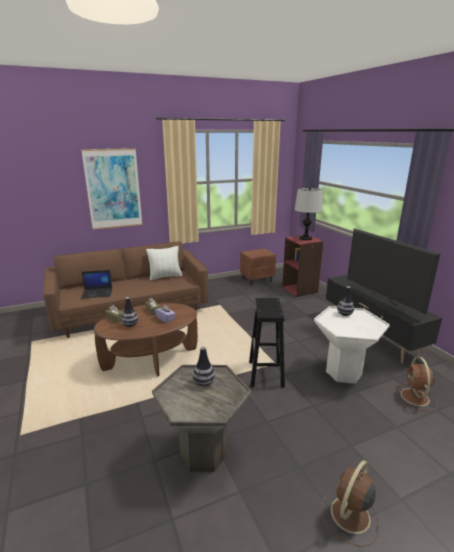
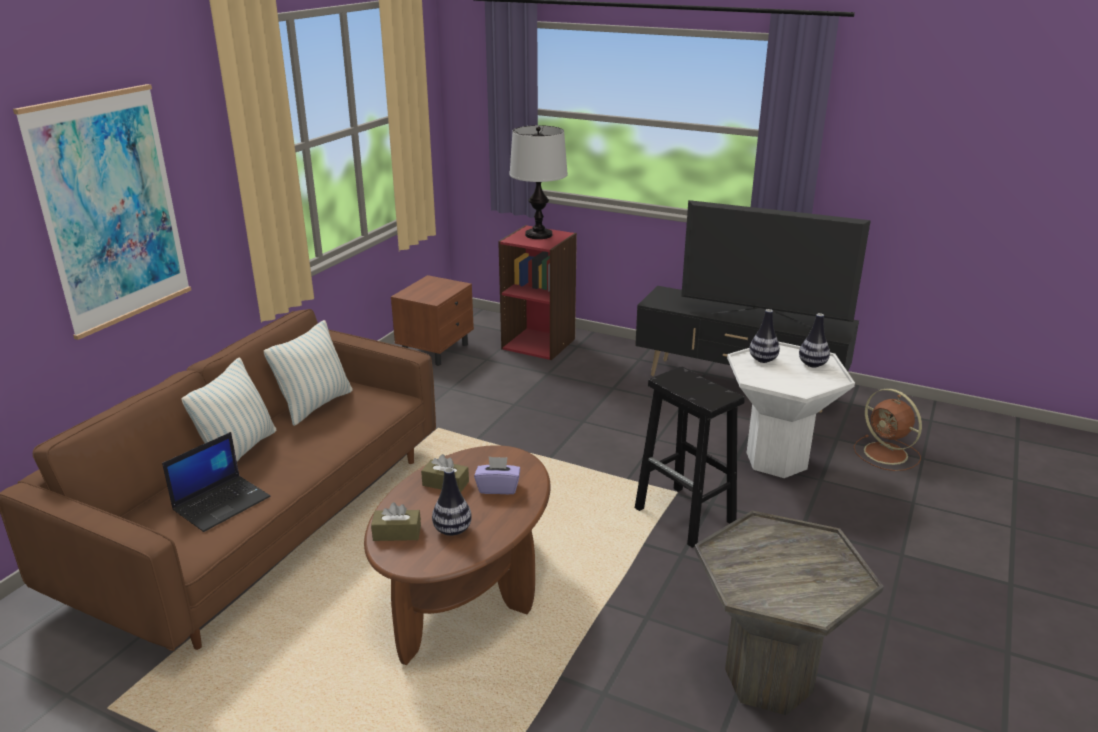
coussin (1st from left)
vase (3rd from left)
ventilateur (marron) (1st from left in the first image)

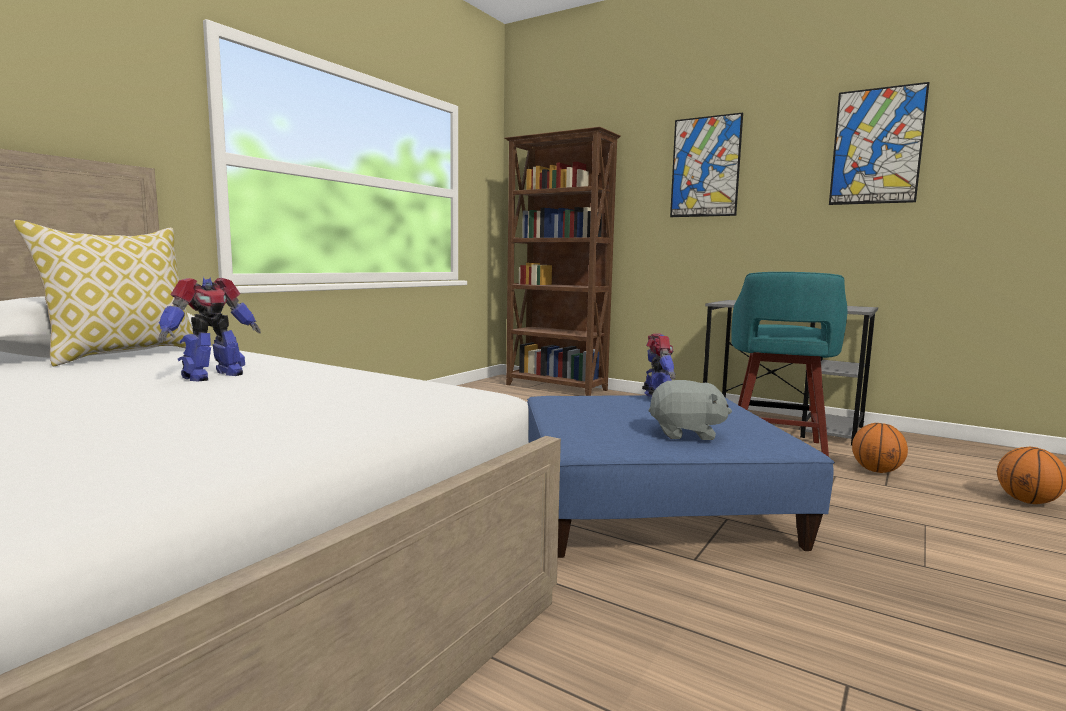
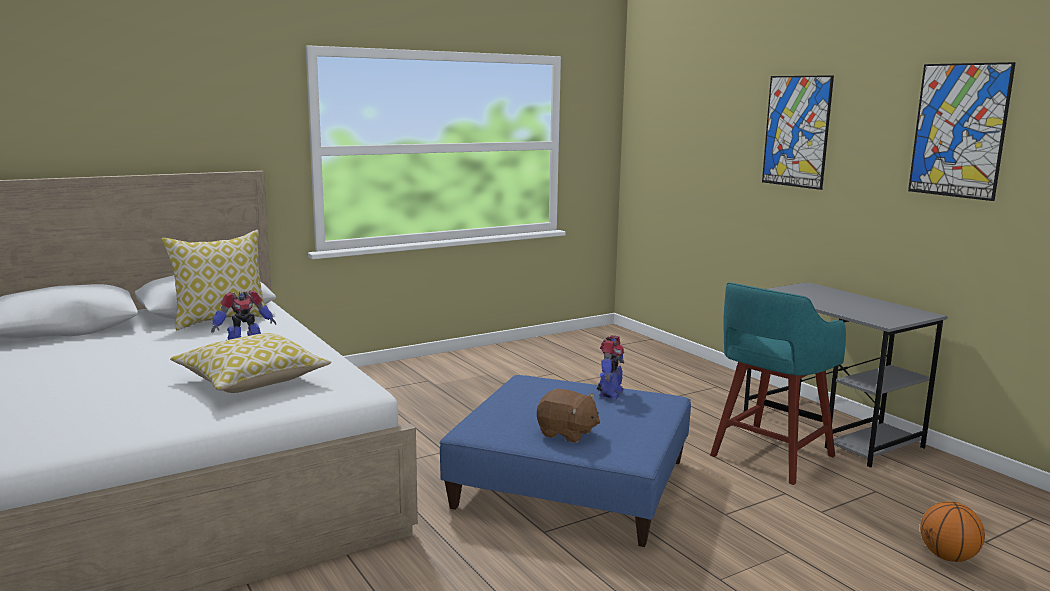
coussin (2nd from left)
peluche (marron)
bibliothèque (marron)
ballon de basket (1st from left in the first image)

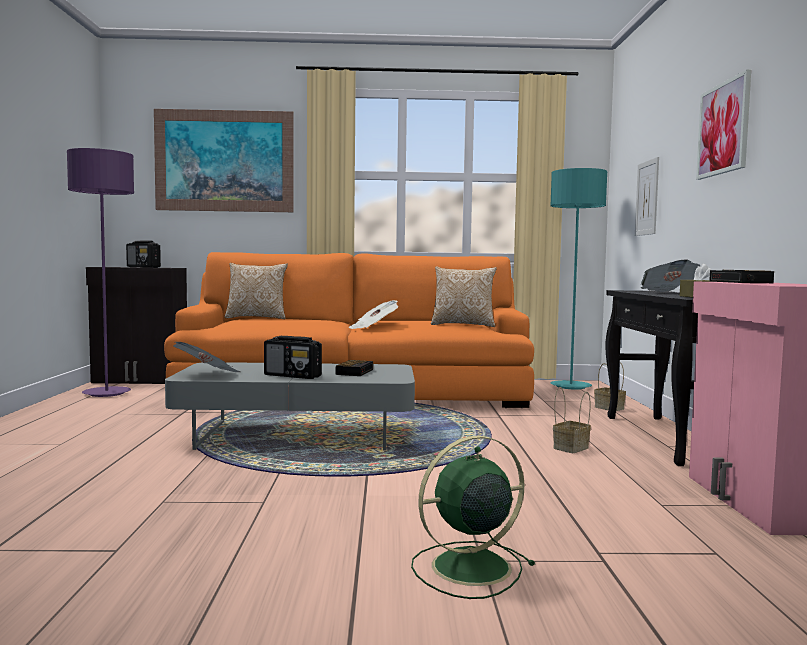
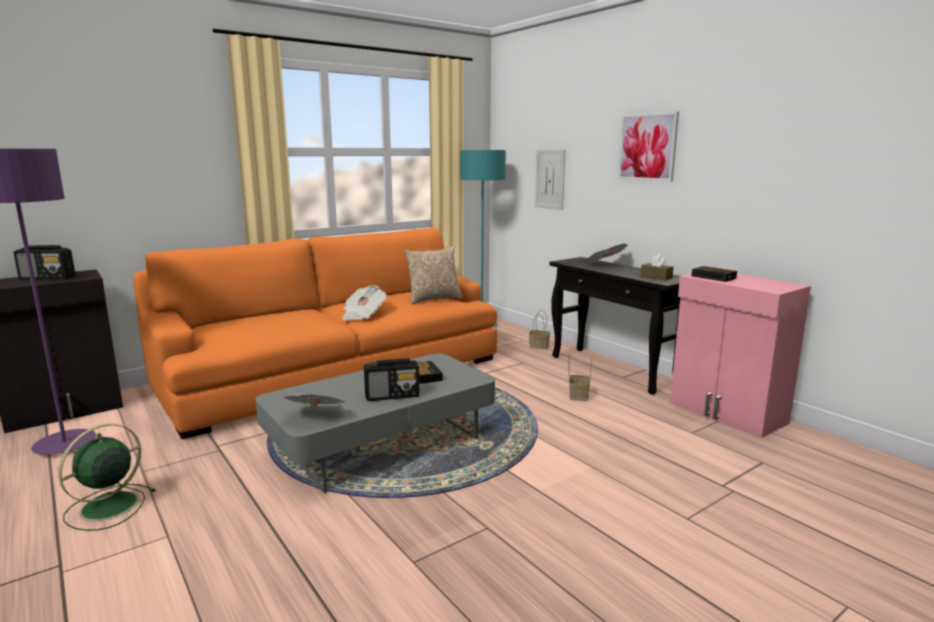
ventilateur (vert)
tableau (1st from left in the first image)
coussin (1st from left in the first image)

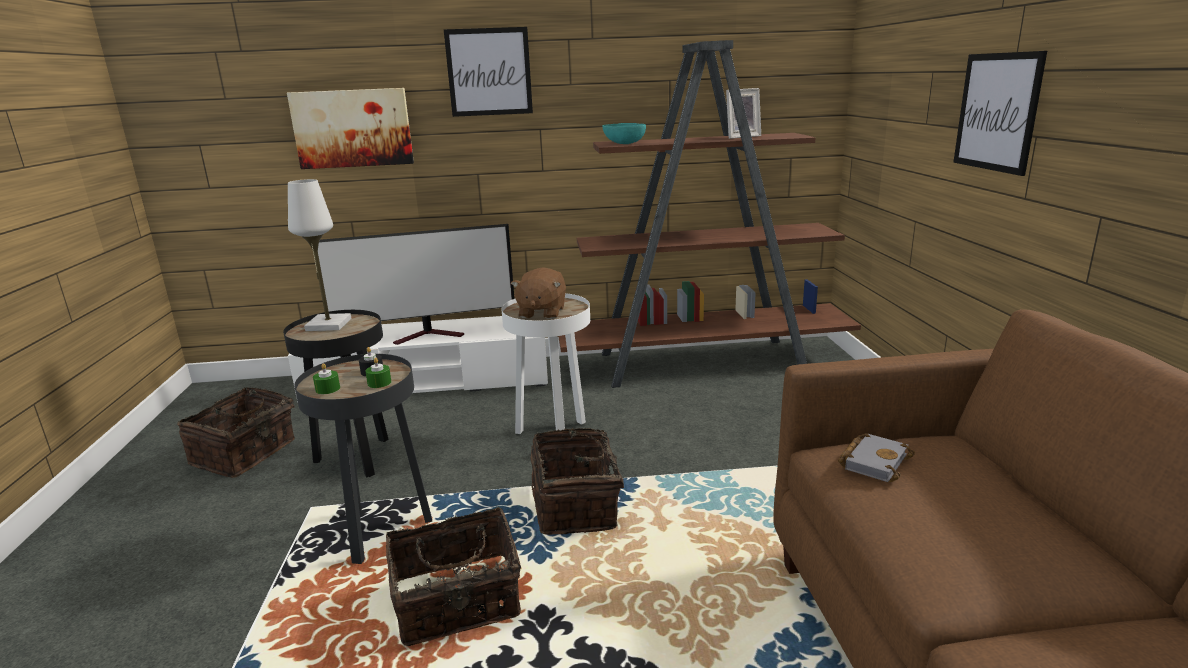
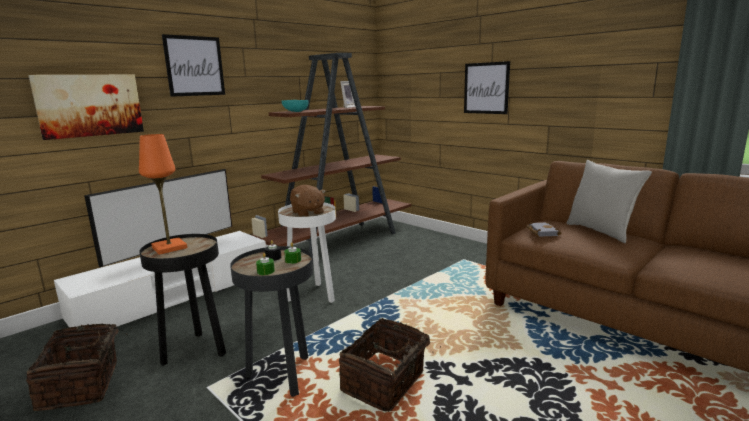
lampe de table (orange)
coussin (gris)
panier (3rd from left in the first image)

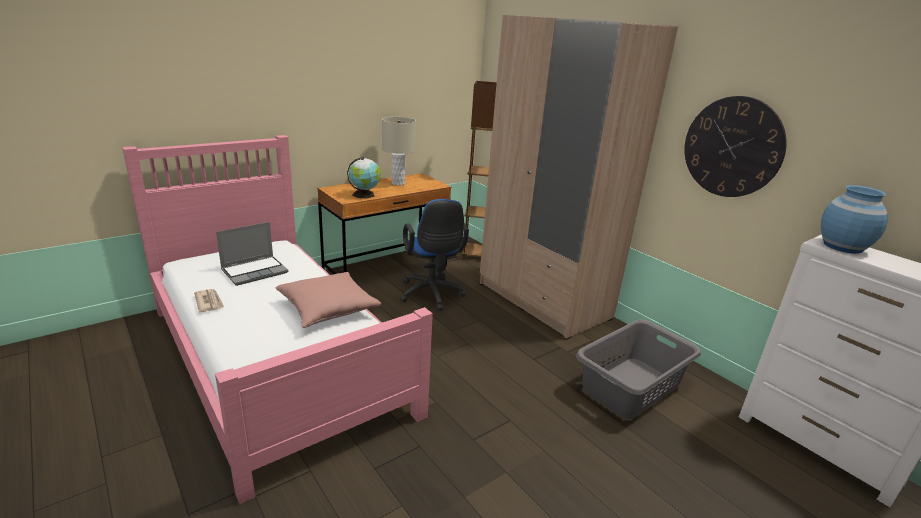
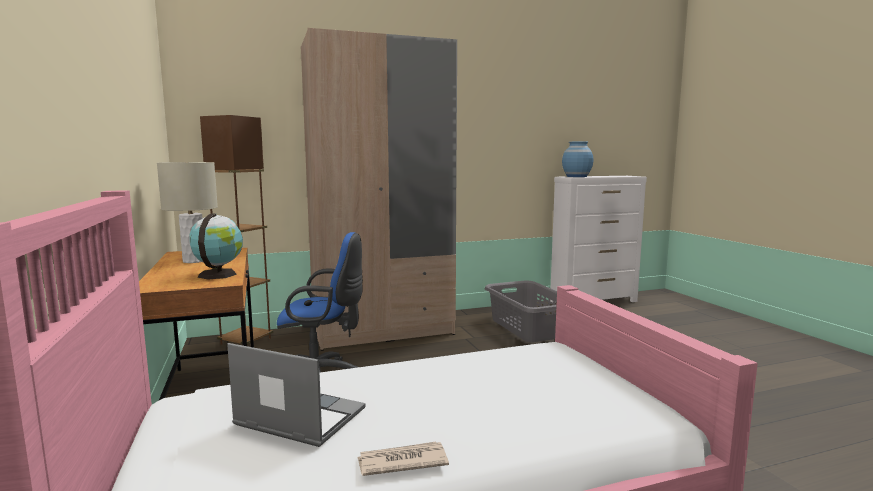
ordinateur portable
coussin (rose)
horloge murale

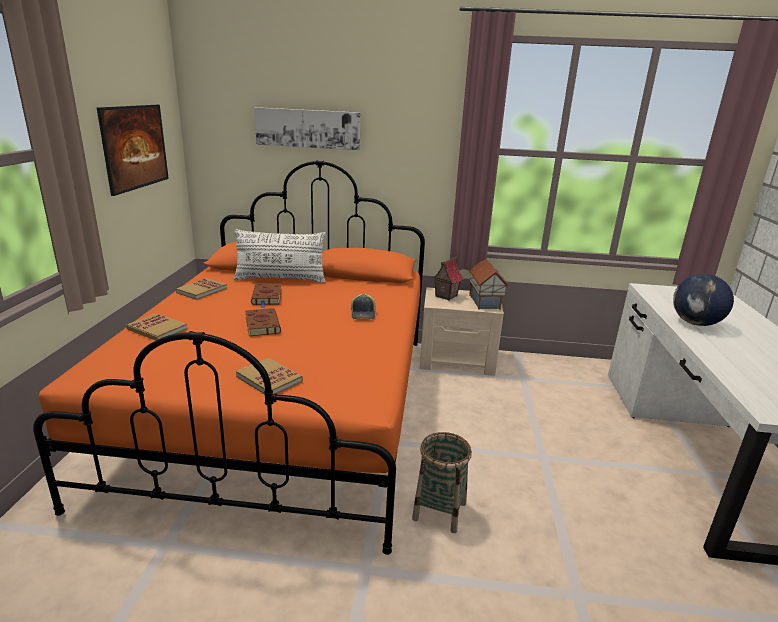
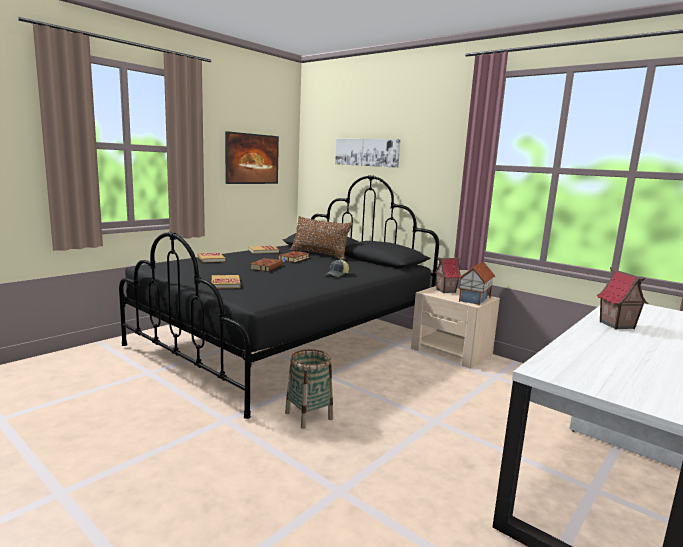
lit (noir)
coussin (marron)
maison miniature (3rd from left)

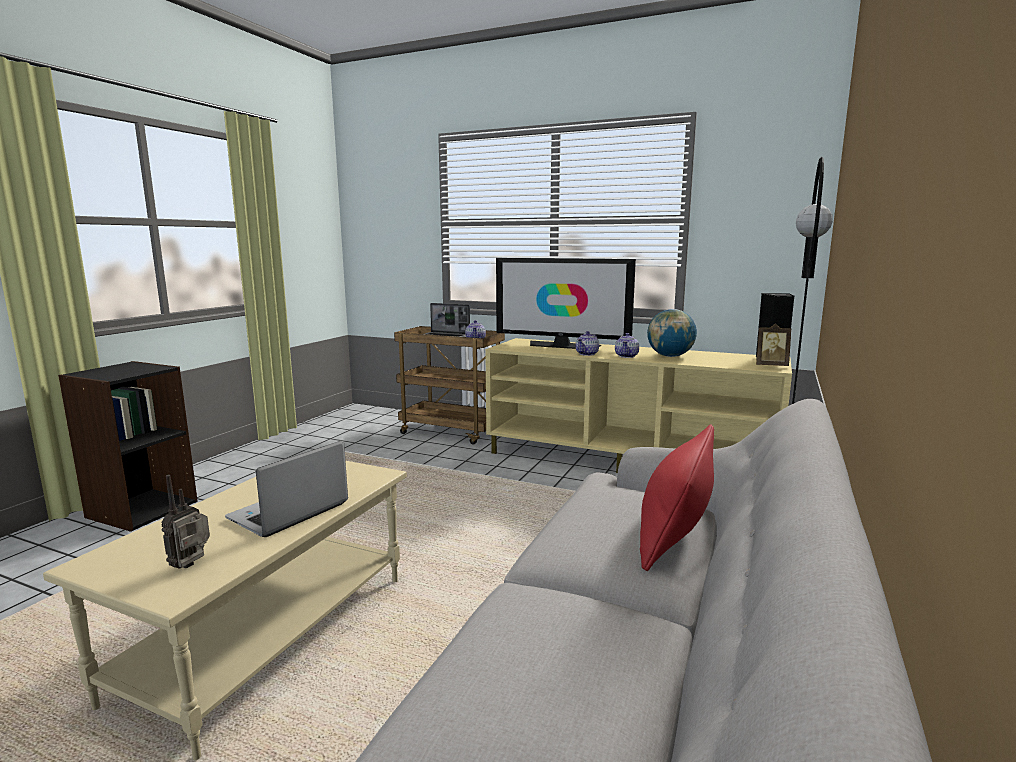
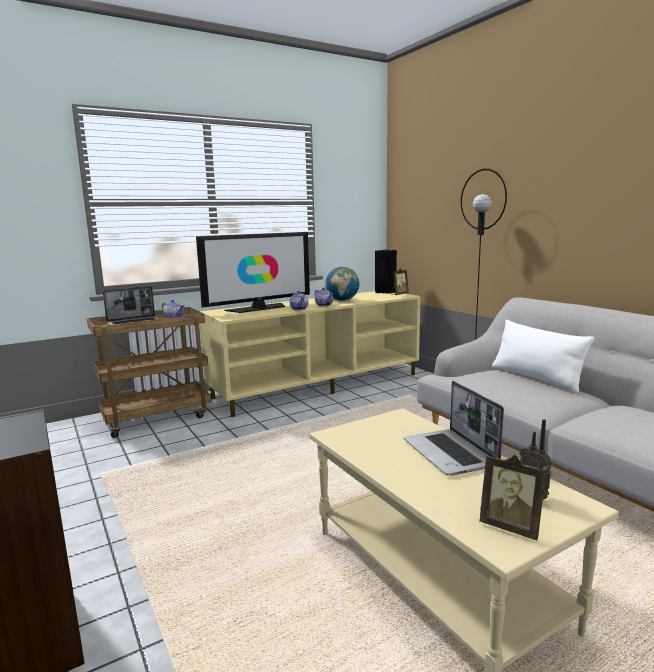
cadre photo (2nd from left)
coussin (blanc)

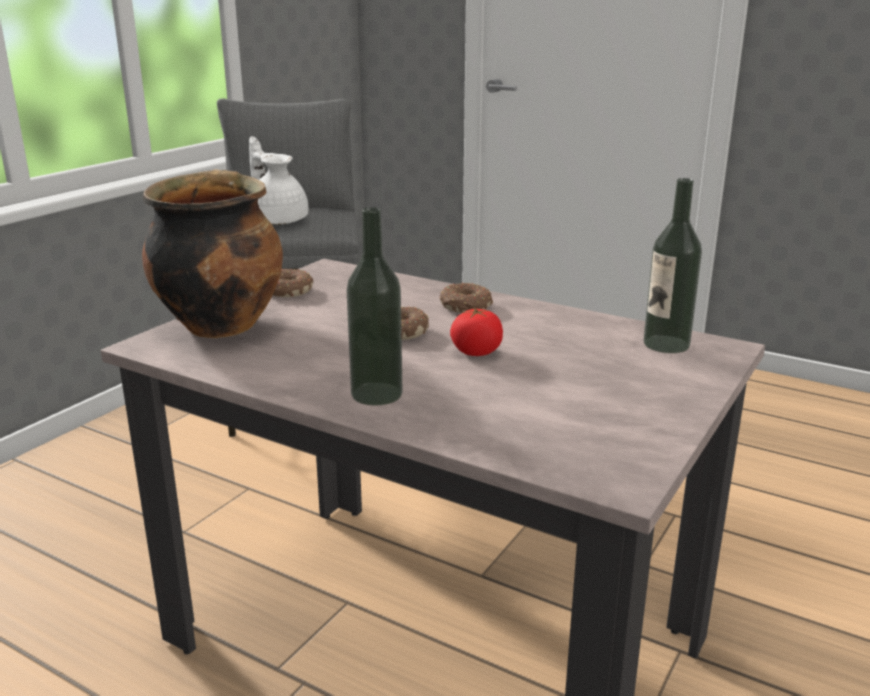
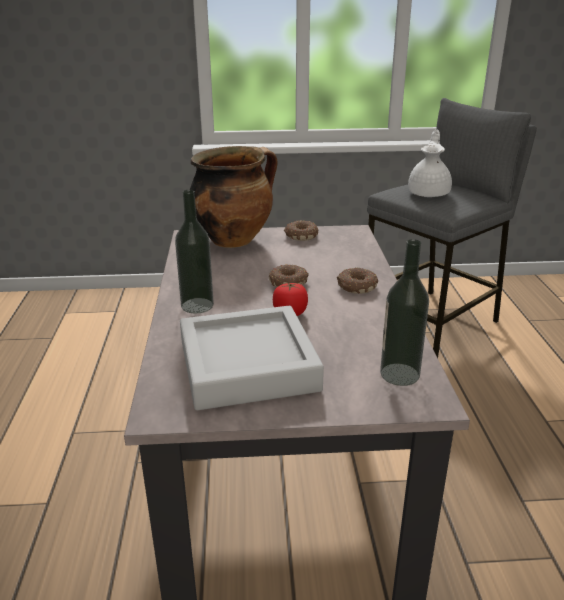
plateau (gris)

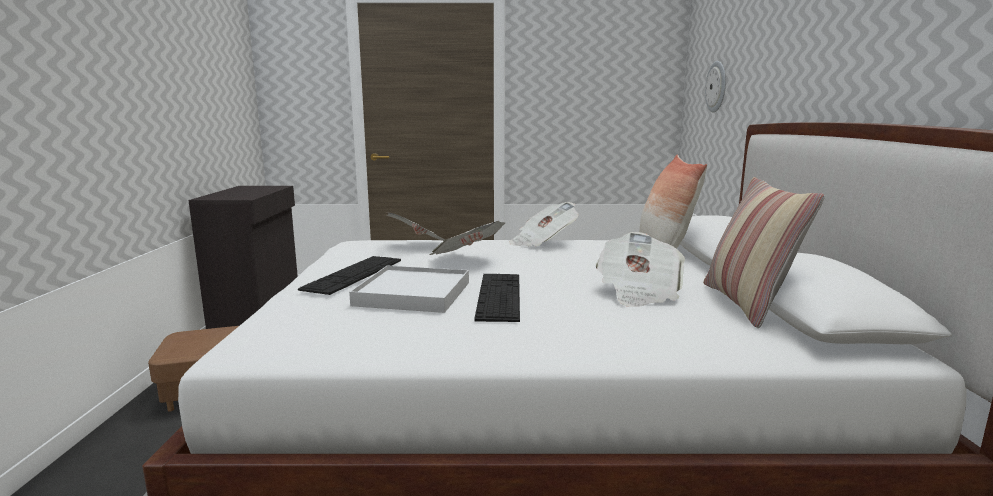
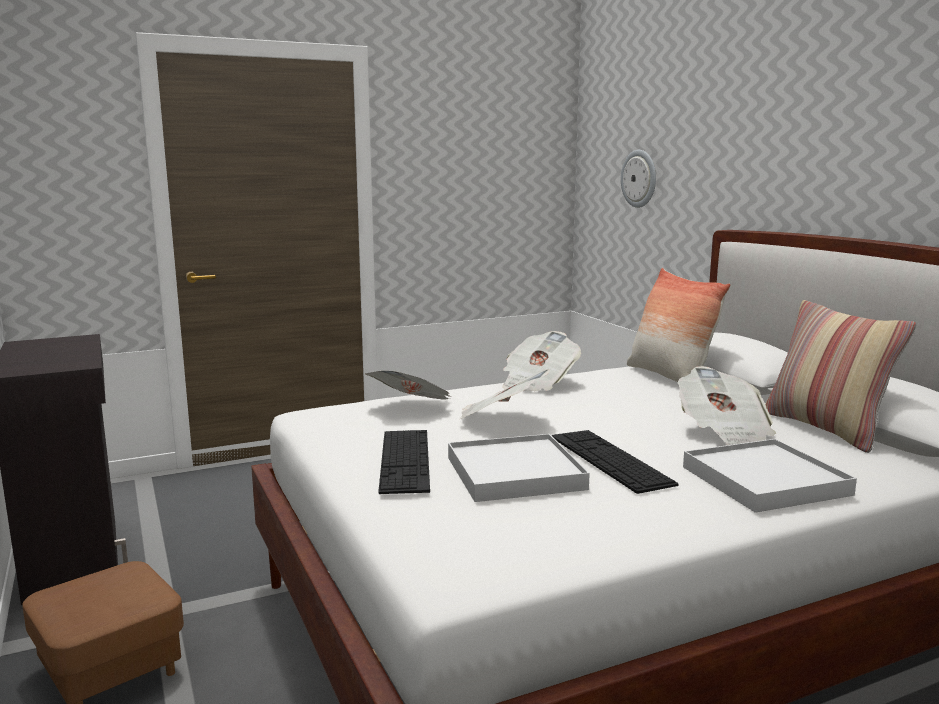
plateau (blanc) (2nd from left)

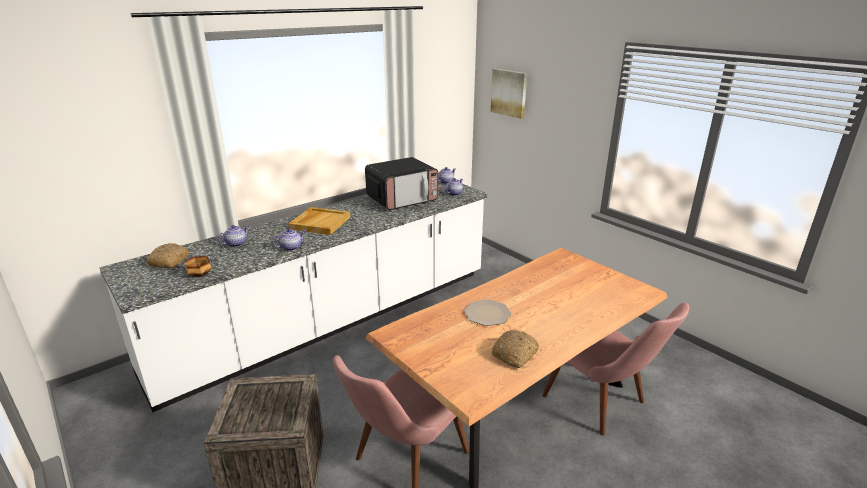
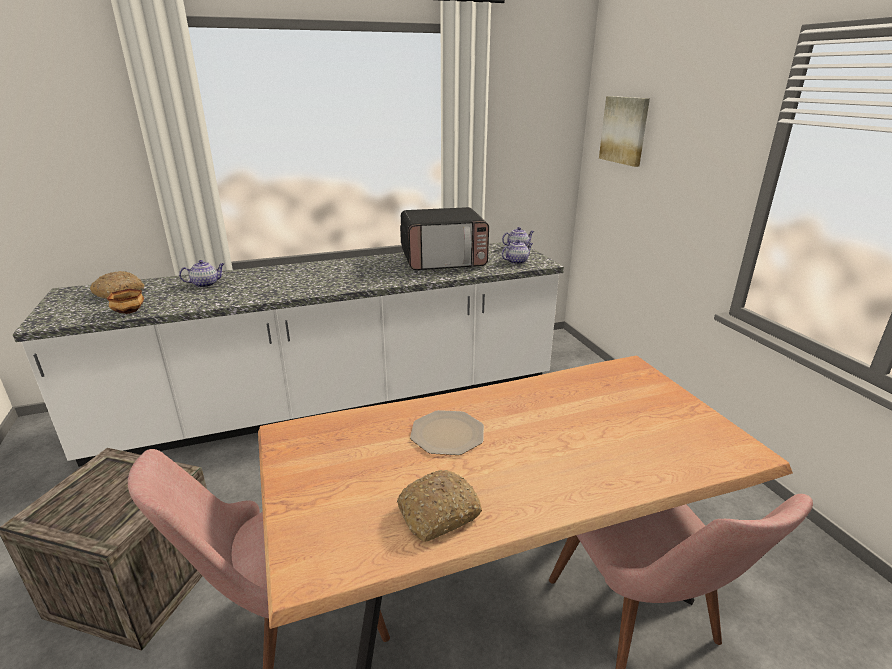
théière (2nd from left in the first image)
plateau (beige)

